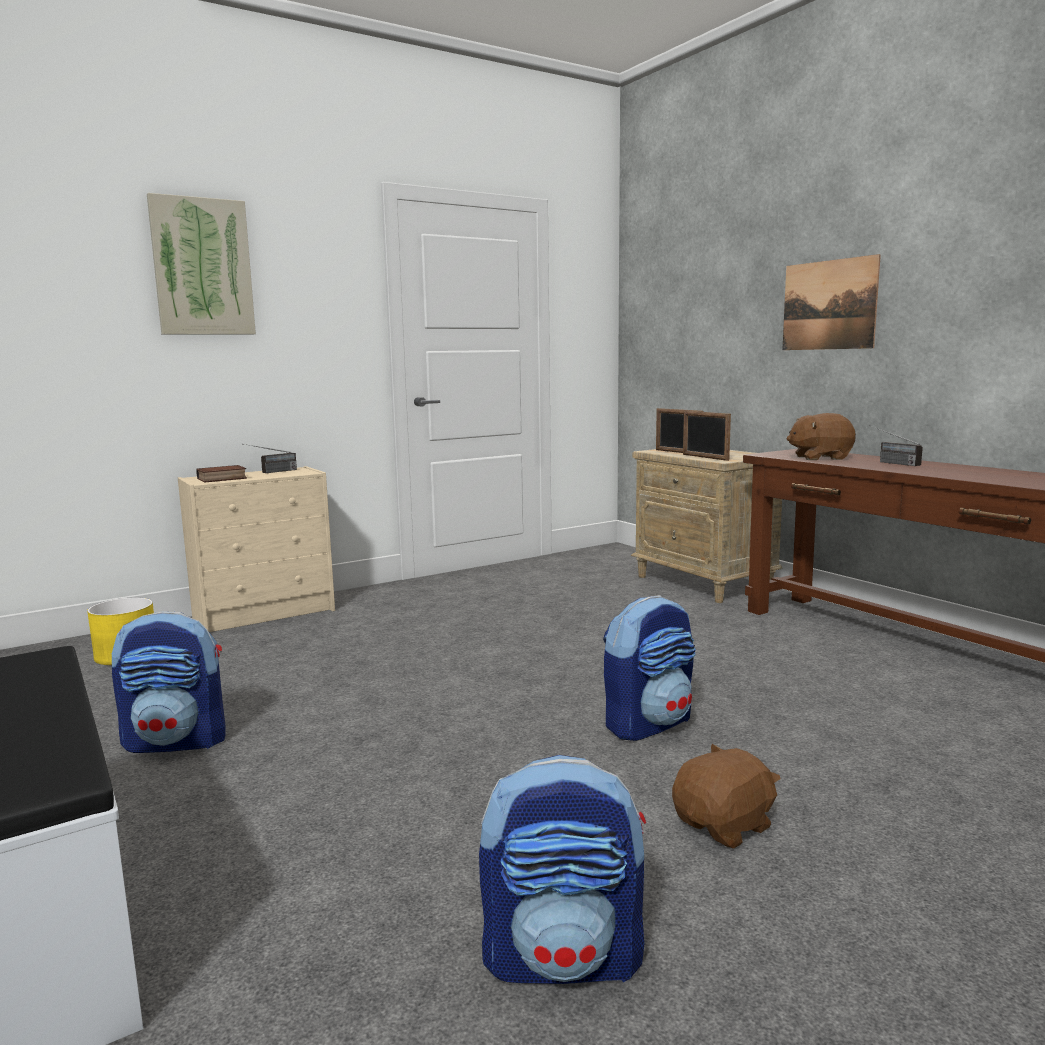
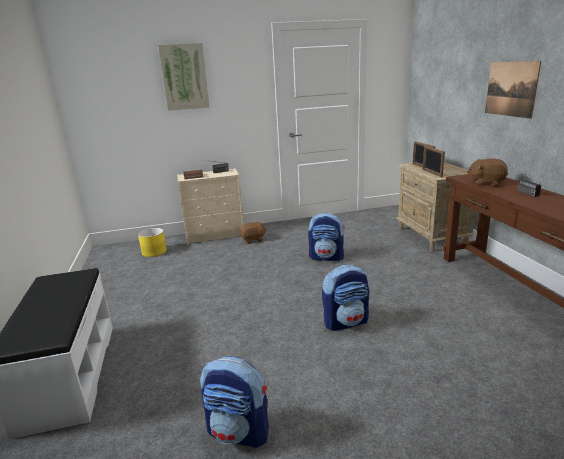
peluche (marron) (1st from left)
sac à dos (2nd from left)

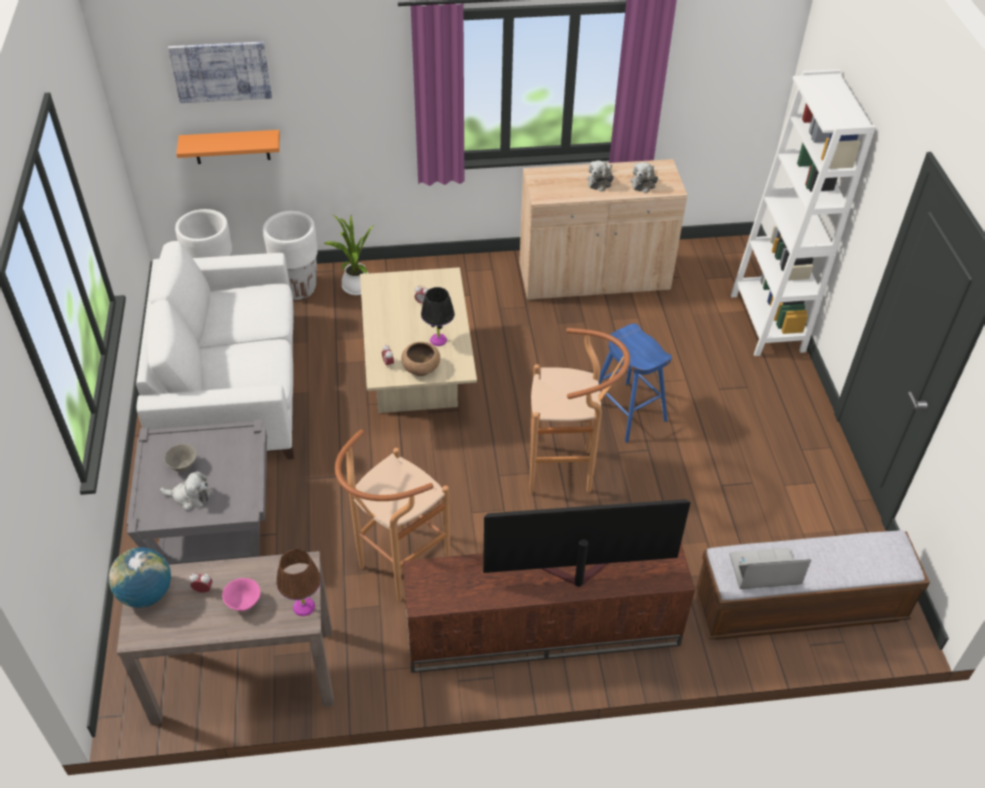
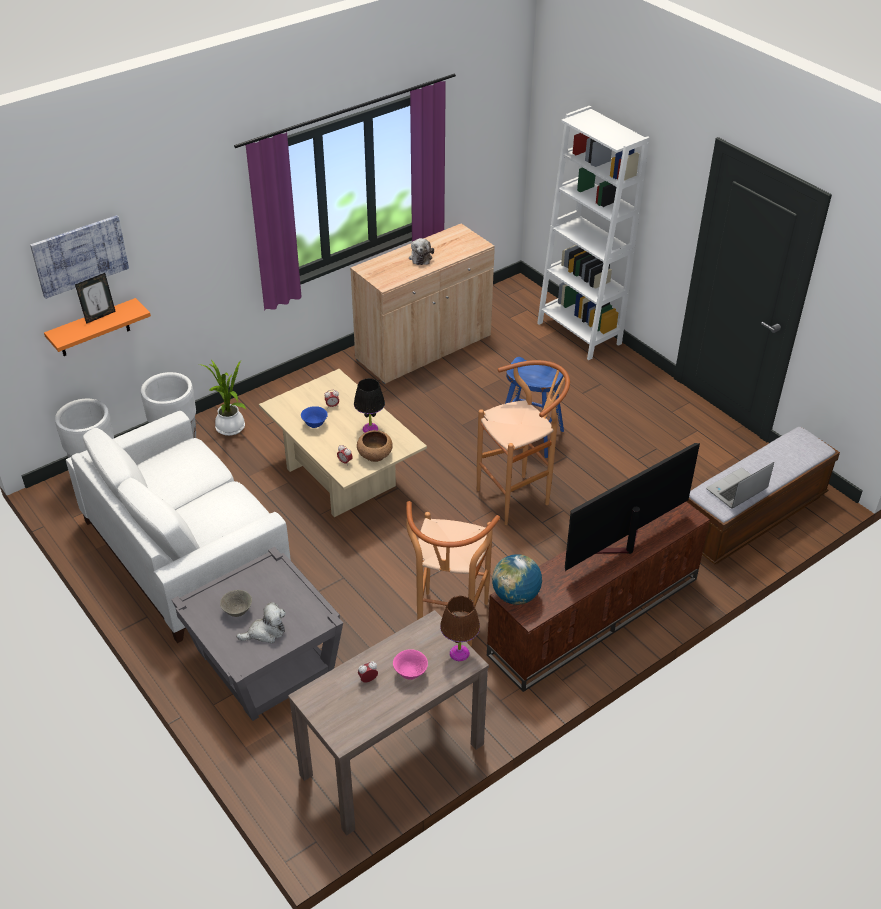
cadre photo
bol (bleu)
globe
peluche (3rd from left in the first image)

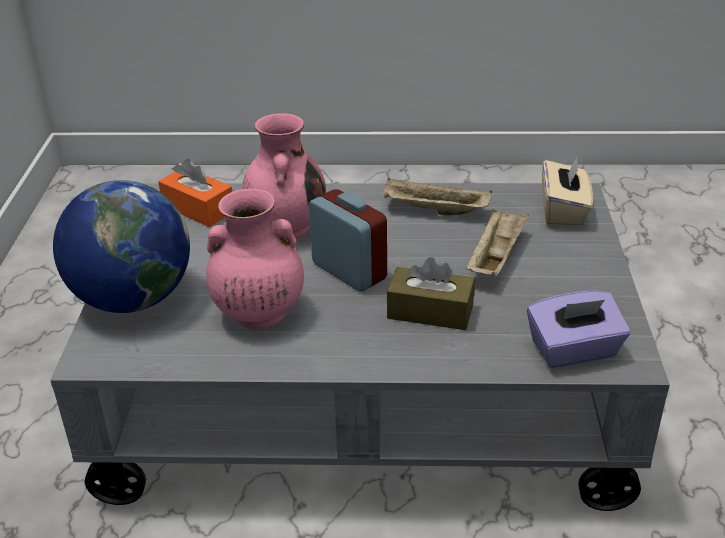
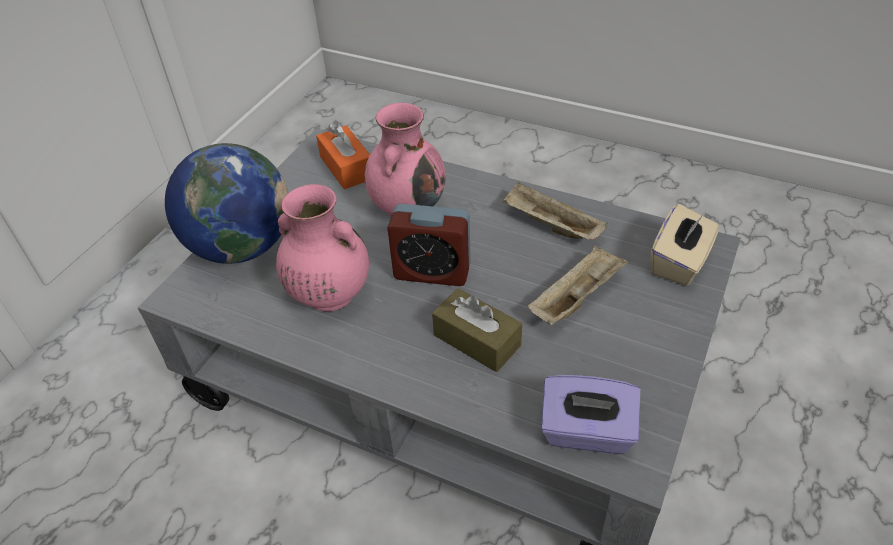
réveil

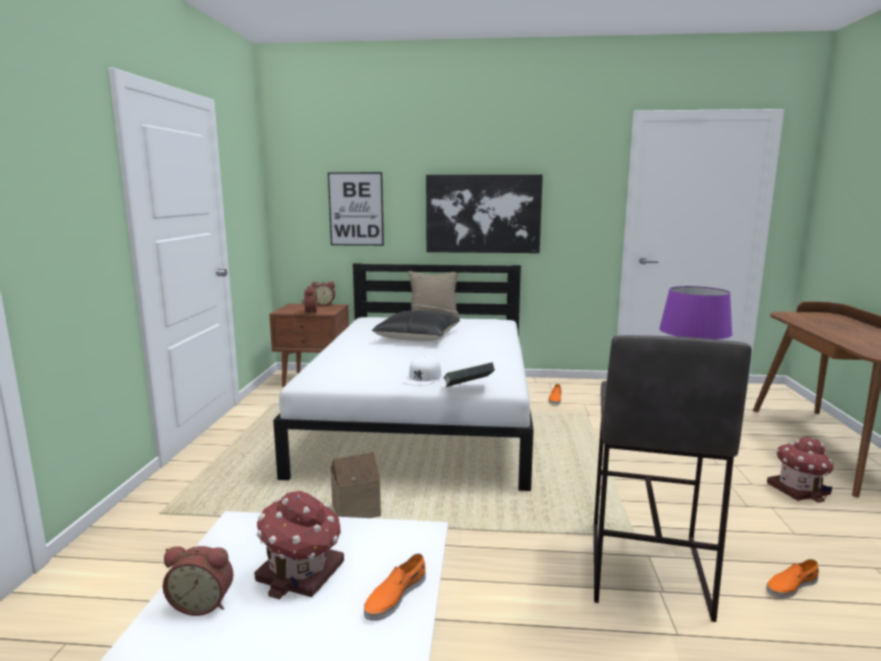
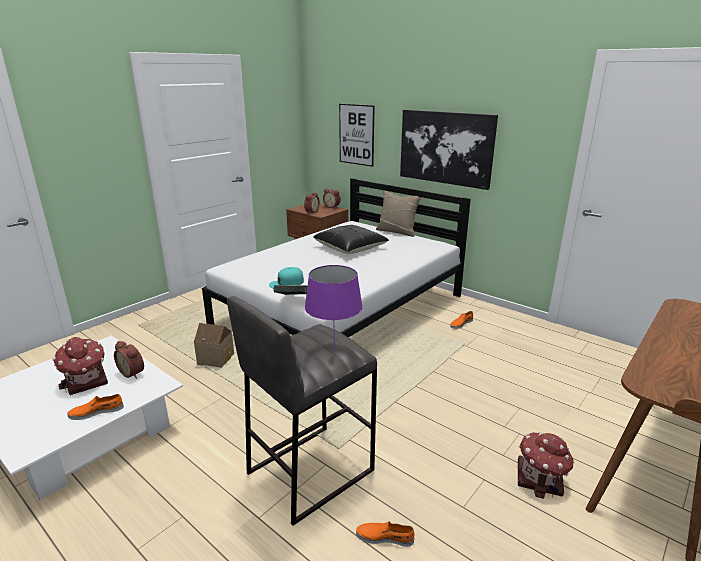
réveil (1st from left)
casquette (turquoise)

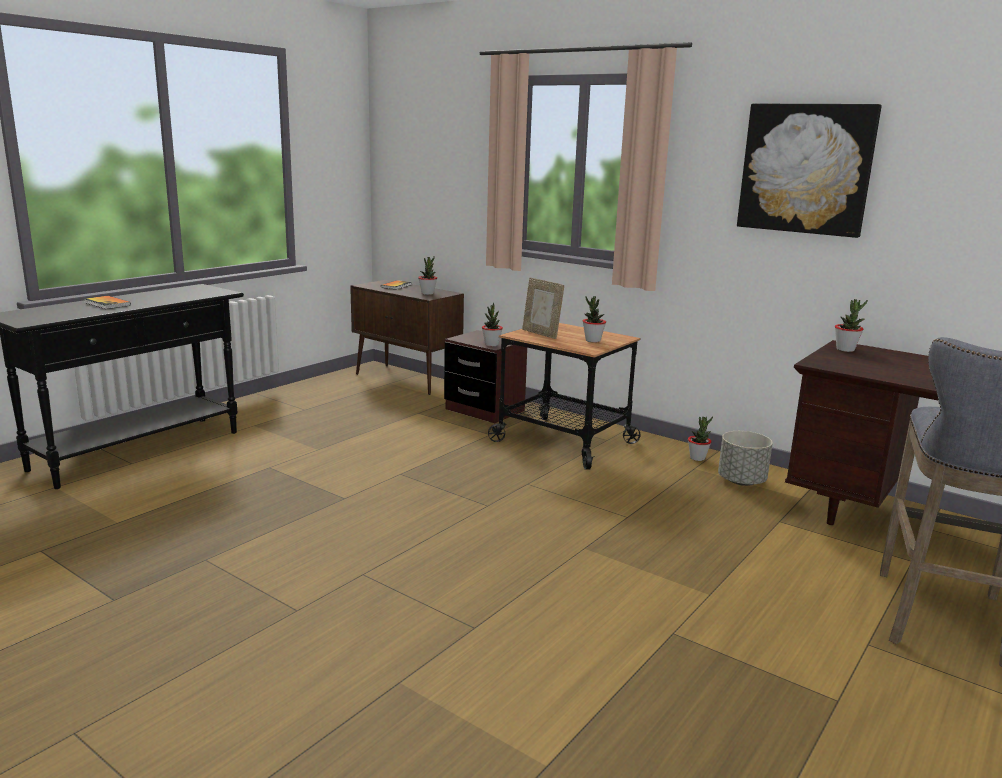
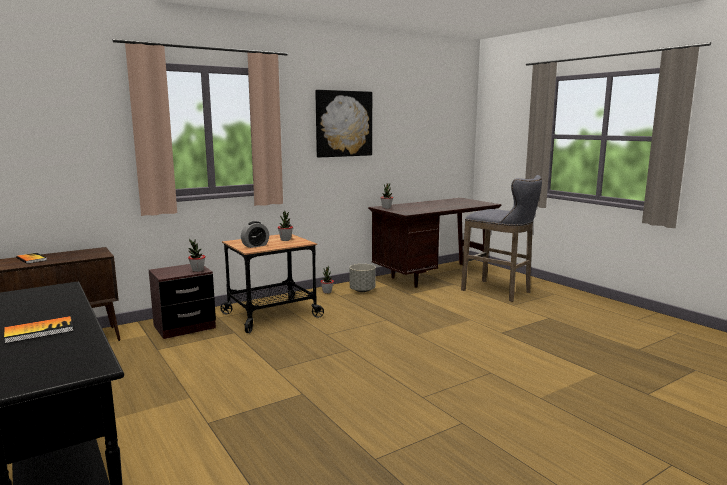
réveil
plante en pot (1st from left in the first image)

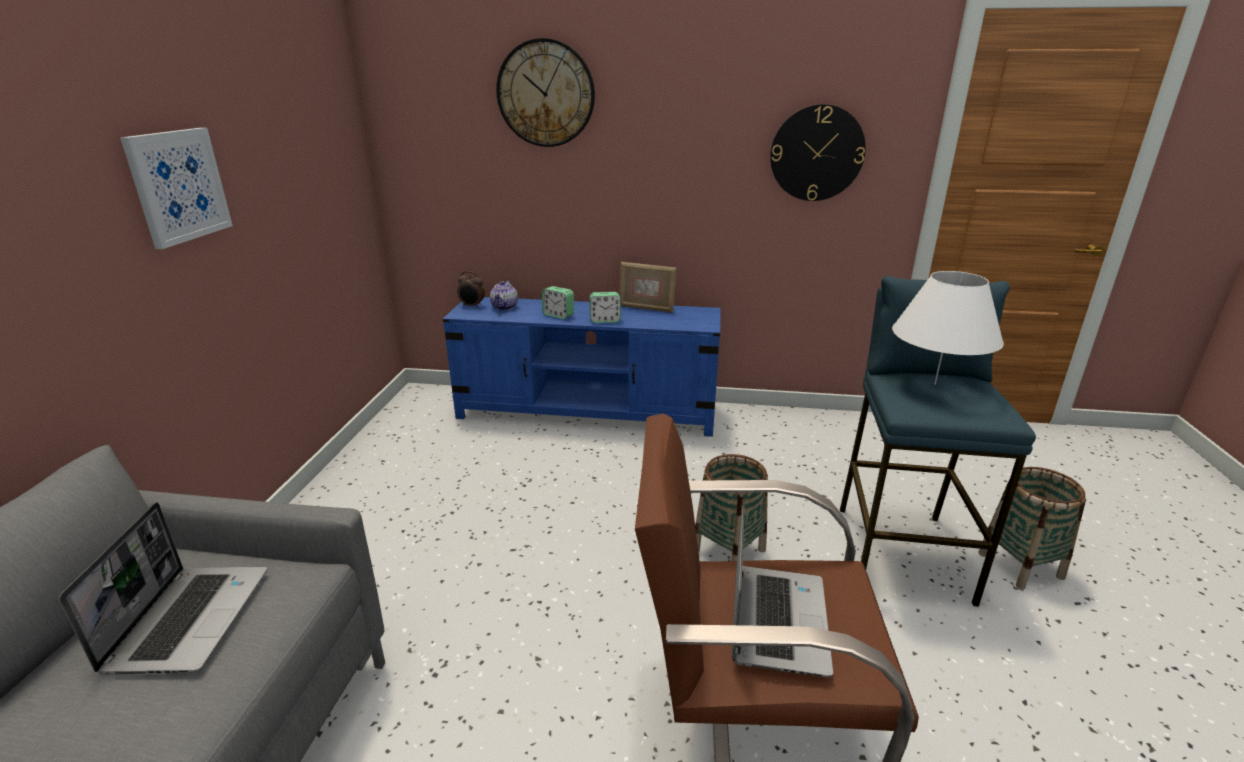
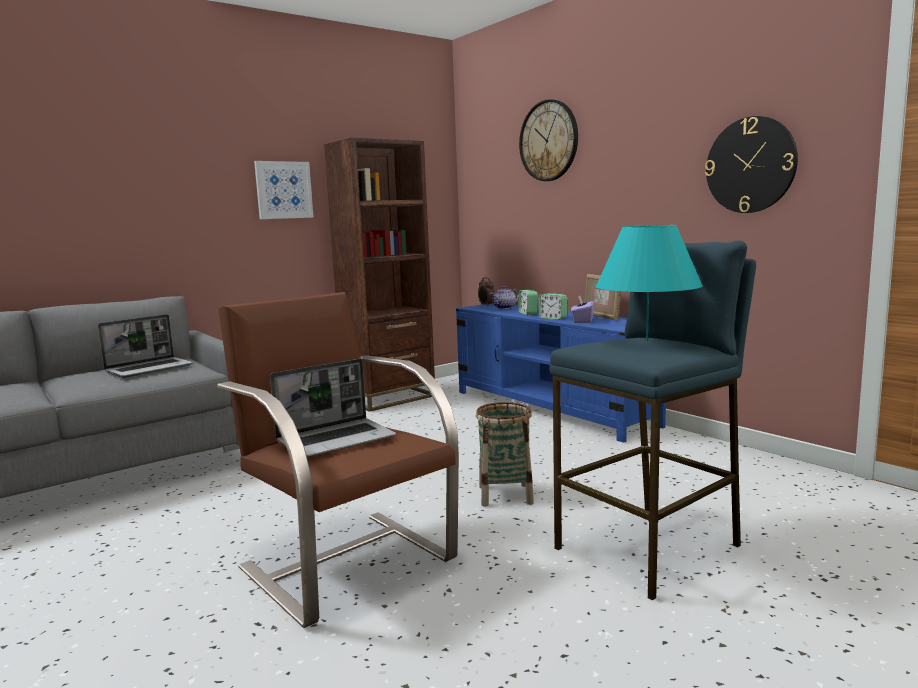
bibliothèque (marron)
boîte à mouchoirs (violet)
lampe de table (turquoise)
panier (2nd from left in the first image)

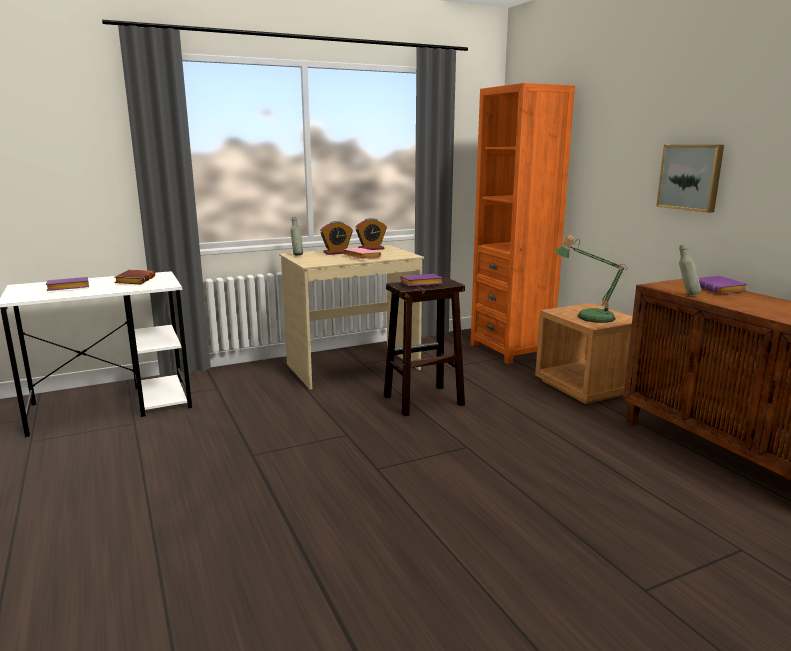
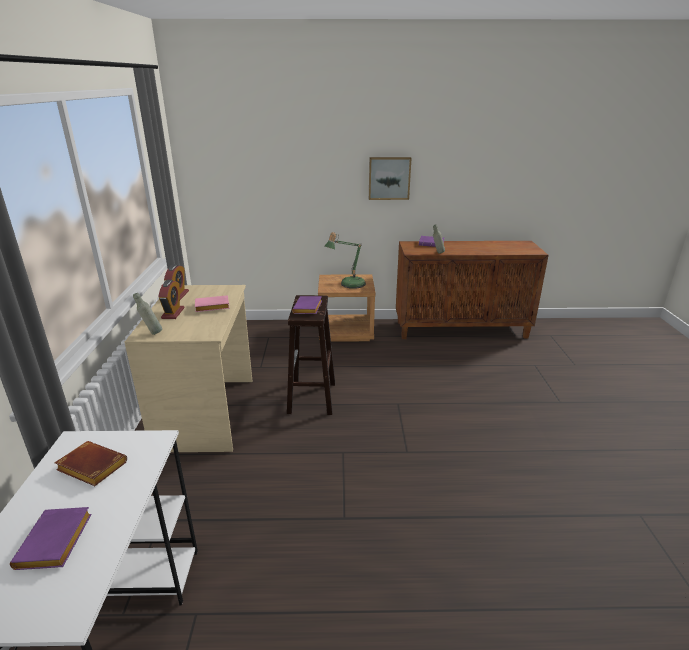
bibliothèque (orange)

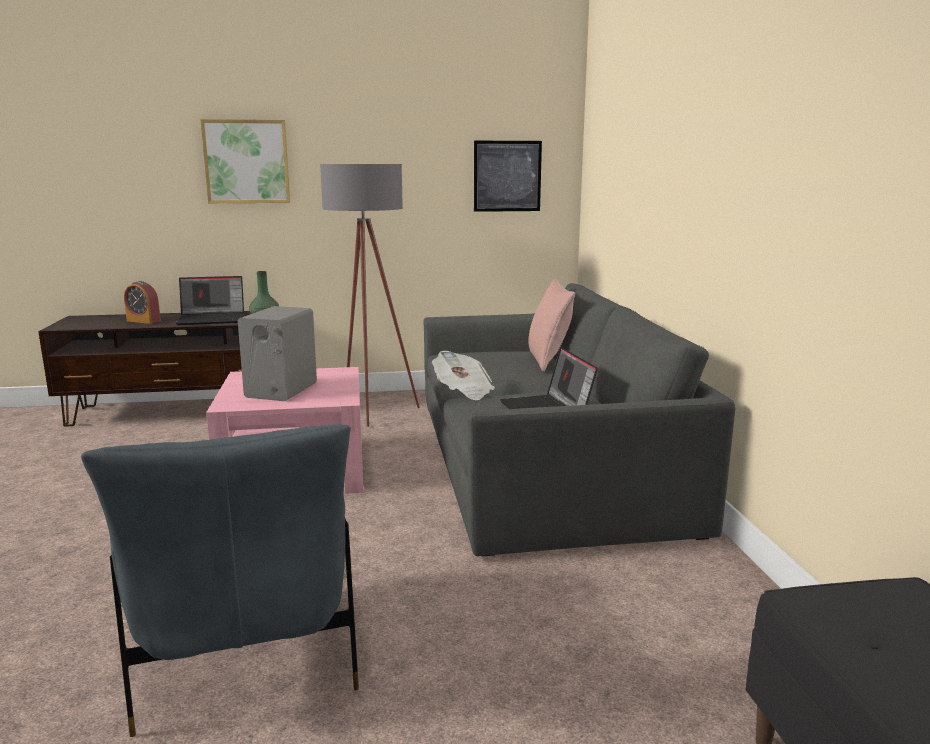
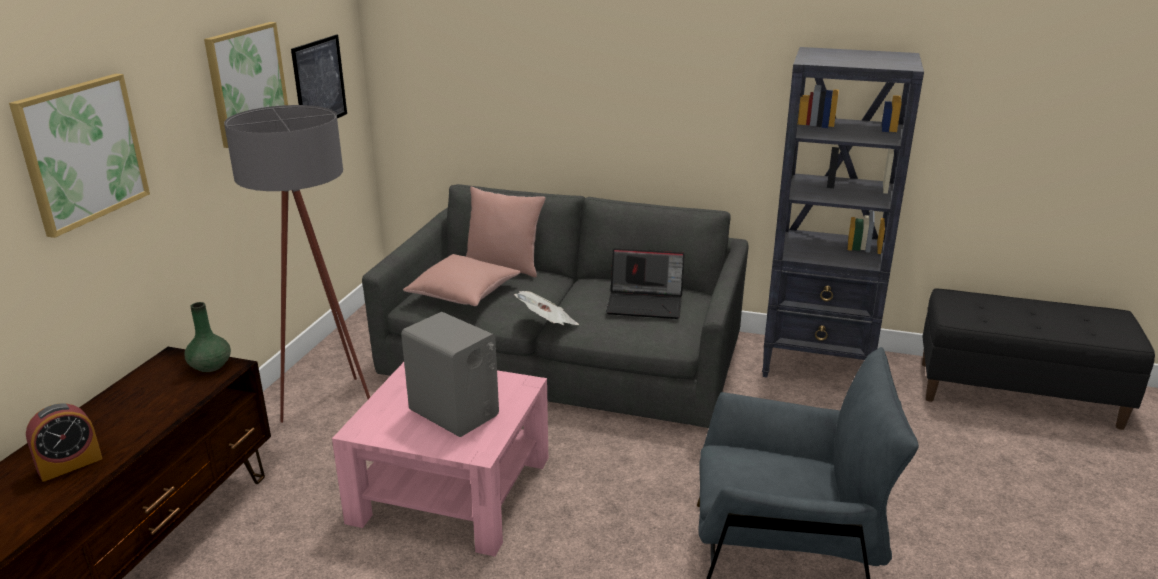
tableau (2nd from left)
coussin (rose) (1st from left)
bibliothèque (noir)
ordinateur portable (1st from left in the first image)

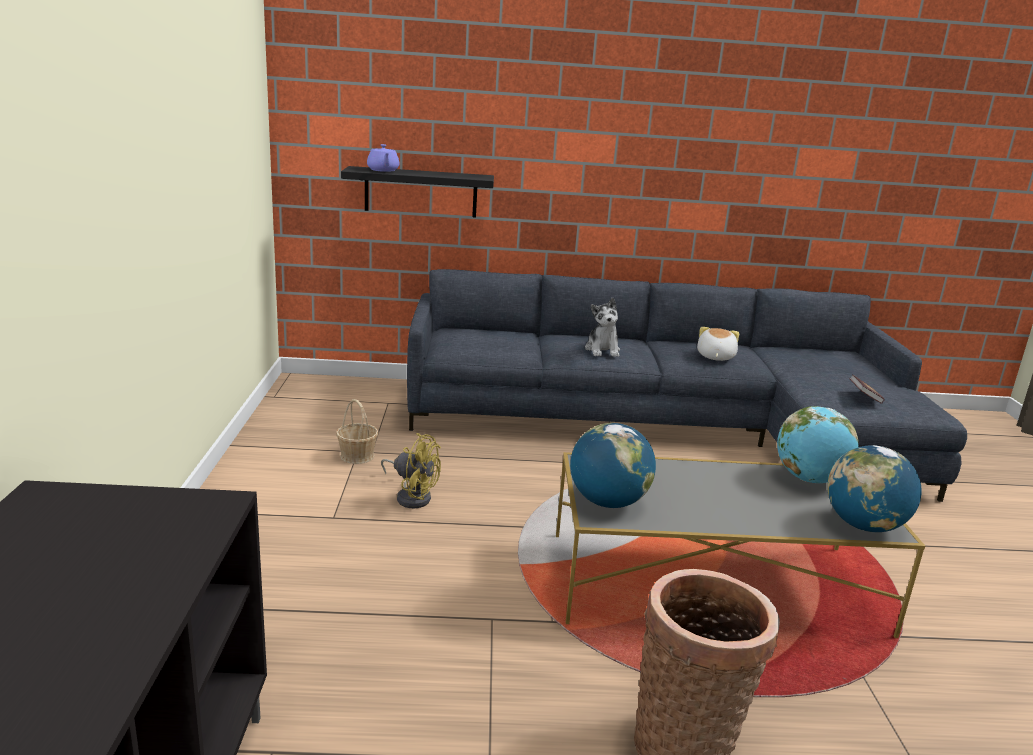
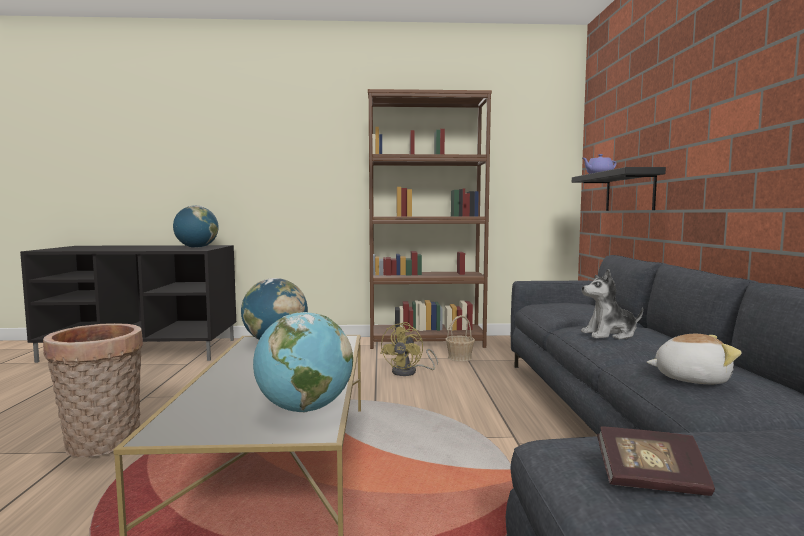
globe (1st from left)
bibliothèque (marron)

